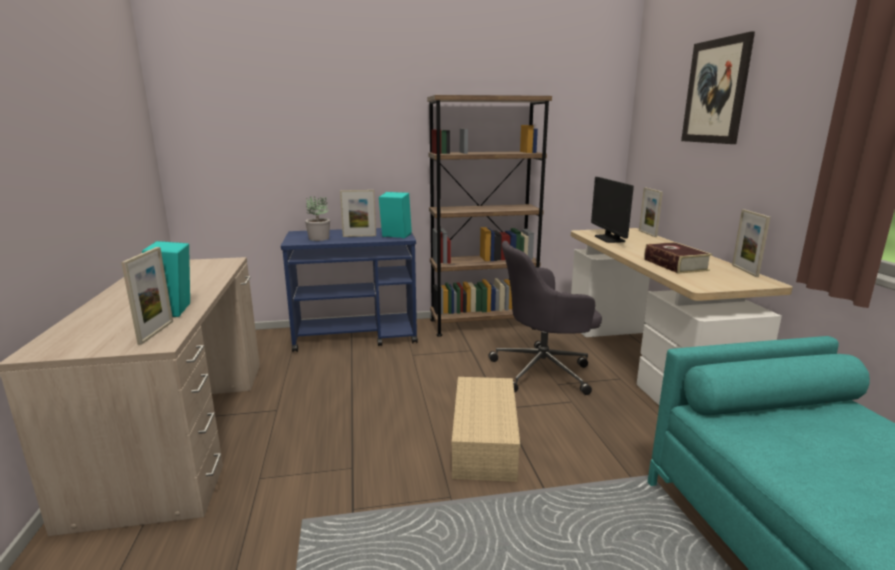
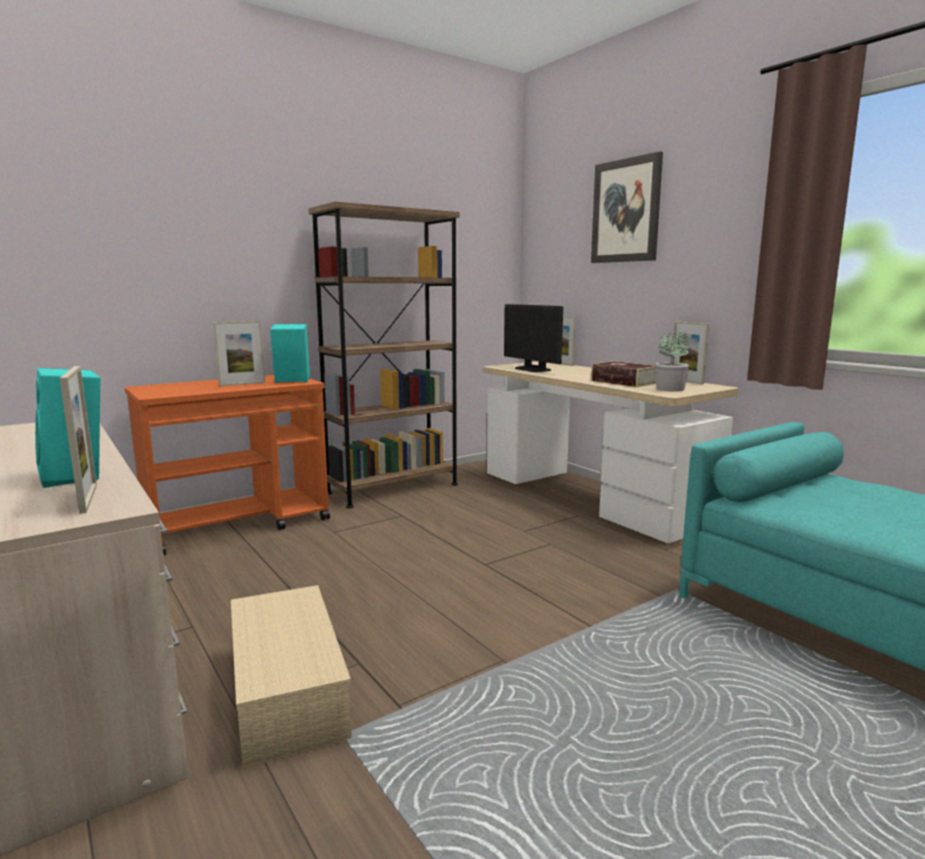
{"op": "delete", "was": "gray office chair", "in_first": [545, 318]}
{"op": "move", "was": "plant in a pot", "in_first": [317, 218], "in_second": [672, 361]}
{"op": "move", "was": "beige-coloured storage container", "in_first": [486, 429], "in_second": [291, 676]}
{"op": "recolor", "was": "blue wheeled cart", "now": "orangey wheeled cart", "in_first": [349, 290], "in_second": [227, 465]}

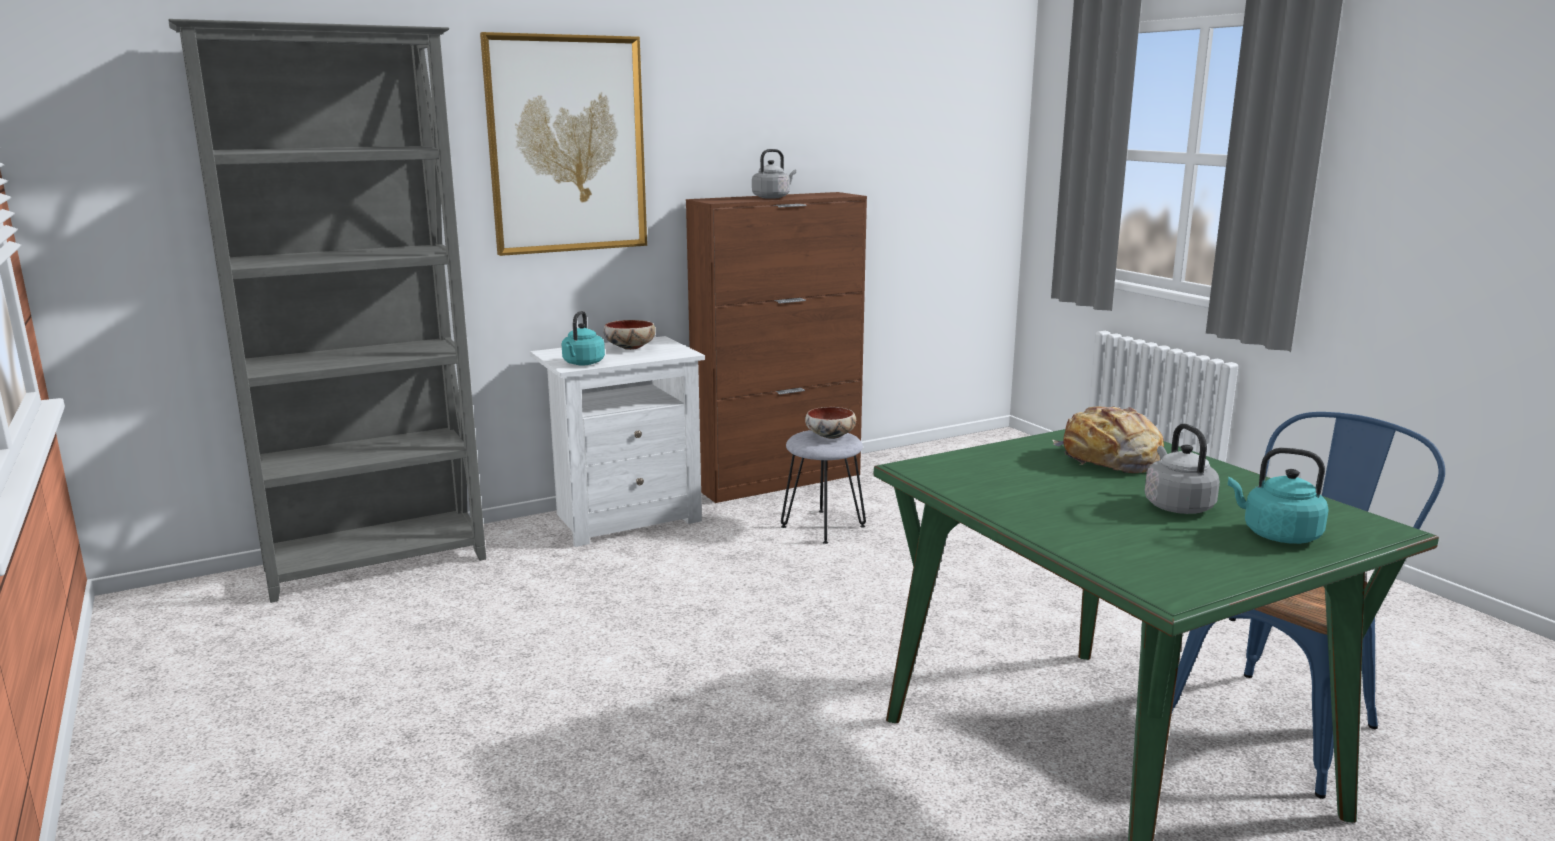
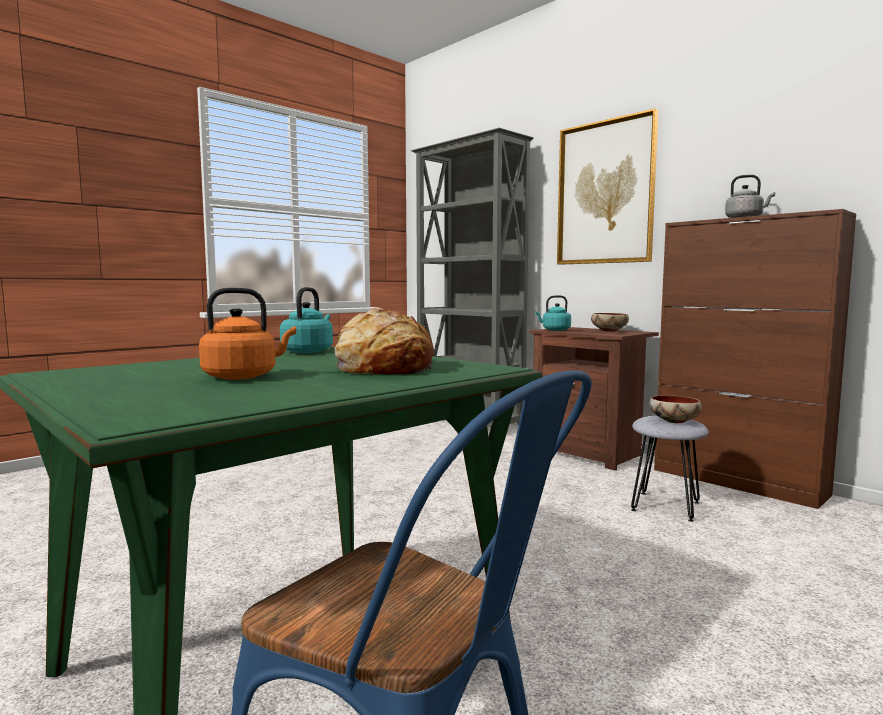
{"op": "move", "was": "turquoise water kettle", "in_first": [1278, 496], "in_second": [306, 320]}
{"op": "recolor", "was": "whitish bedside table", "now": "brownish bedside table", "in_first": [617, 441], "in_second": [594, 399]}
{"op": "recolor", "was": "gray water kettle", "now": "orangey water kettle", "in_first": [1182, 469], "in_second": [247, 334]}

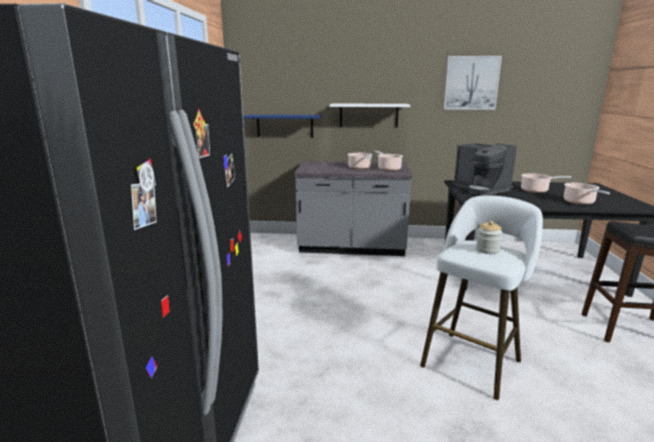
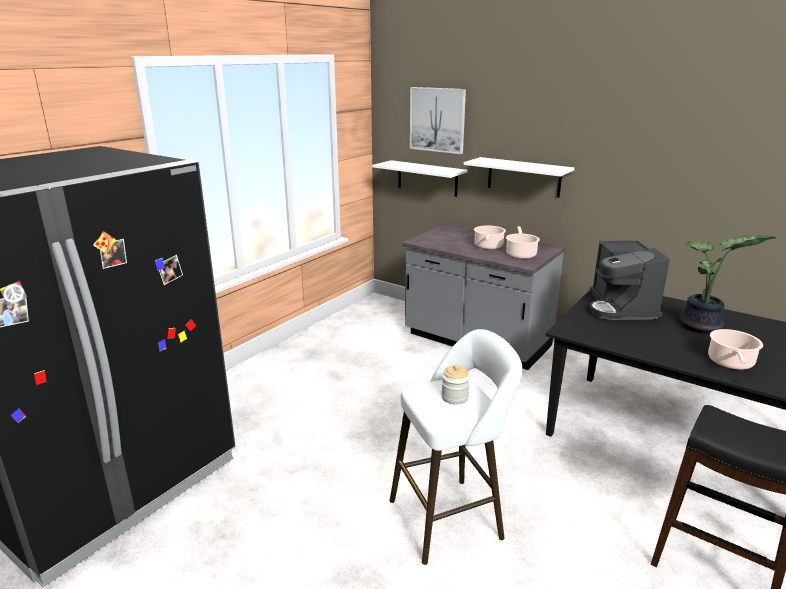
{"op": "move", "was": "picture", "in_first": [473, 83], "in_second": [438, 120]}
{"op": "replace", "was": "saucepot", "now": "plant in a pot", "in_first": [546, 183], "in_second": [728, 284]}
{"op": "recolor", "was": "blue wall shelf", "now": "whitish wall shelf", "in_first": [282, 126], "in_second": [420, 178]}

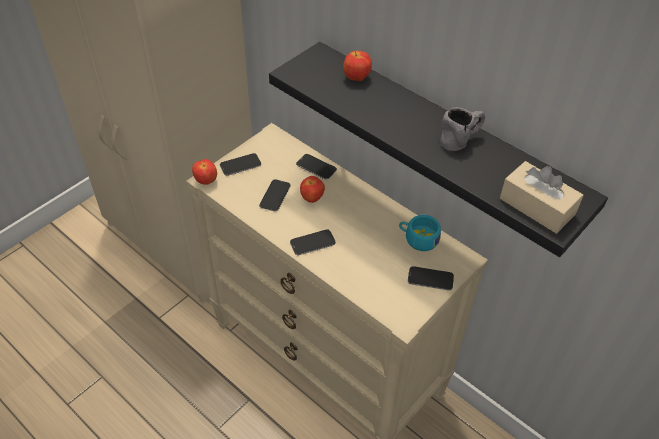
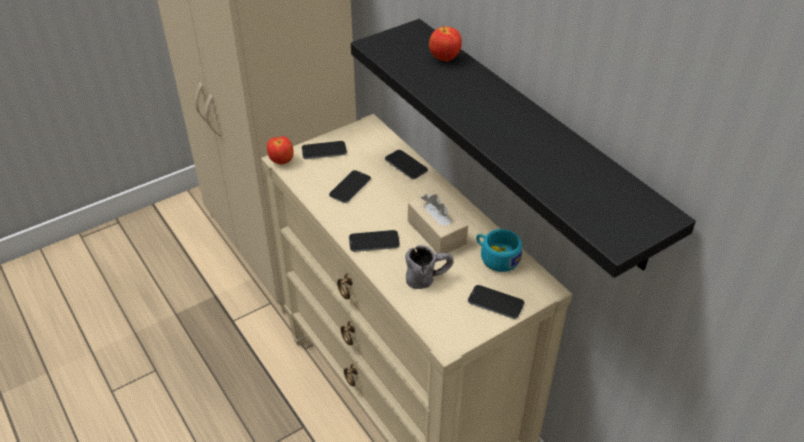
{"op": "delete", "was": "apple fruit", "in_first": [312, 189]}
{"op": "move", "was": "gray tea mug", "in_first": [462, 129], "in_second": [429, 267]}
{"op": "move", "was": "beige-coloured tissue holder", "in_first": [542, 197], "in_second": [438, 222]}

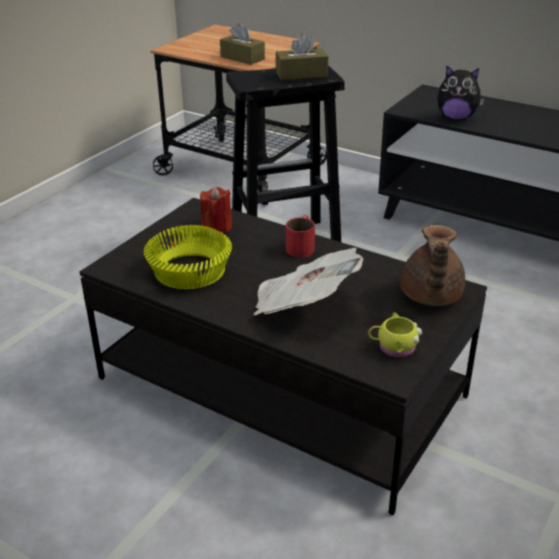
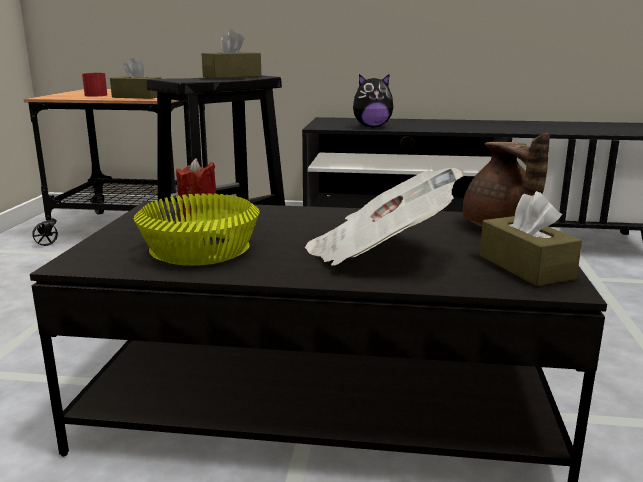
{"op": "move", "was": "red-coloured tea mug", "in_first": [300, 236], "in_second": [94, 85]}
{"op": "replace", "was": "yellow tea mug", "now": "brownish tissue holder", "in_first": [395, 335], "in_second": [531, 238]}

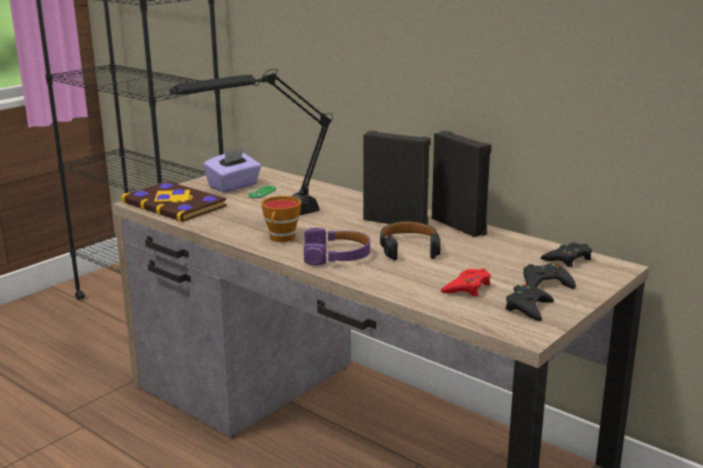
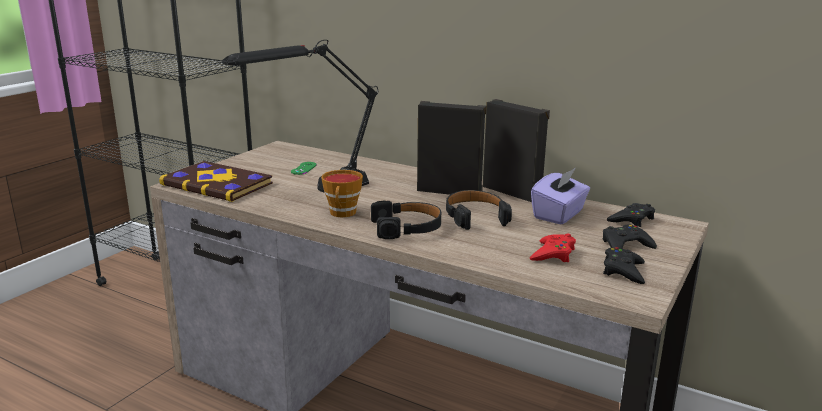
{"op": "move", "was": "purplish tissue holder", "in_first": [232, 170], "in_second": [560, 196]}
{"op": "recolor", "was": "purplish headphones", "now": "black headphones", "in_first": [337, 246], "in_second": [406, 220]}

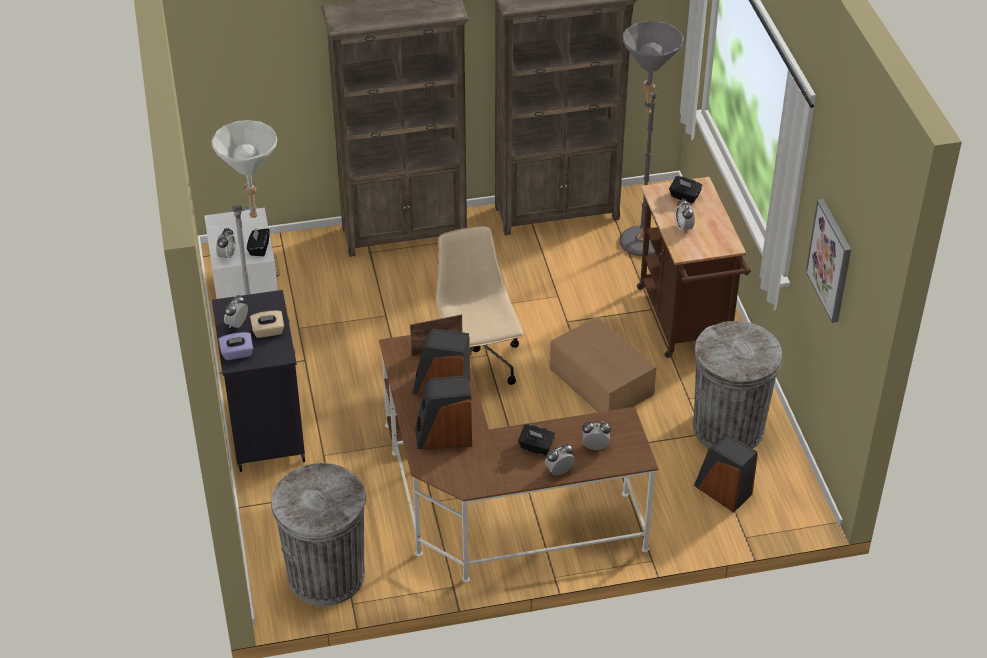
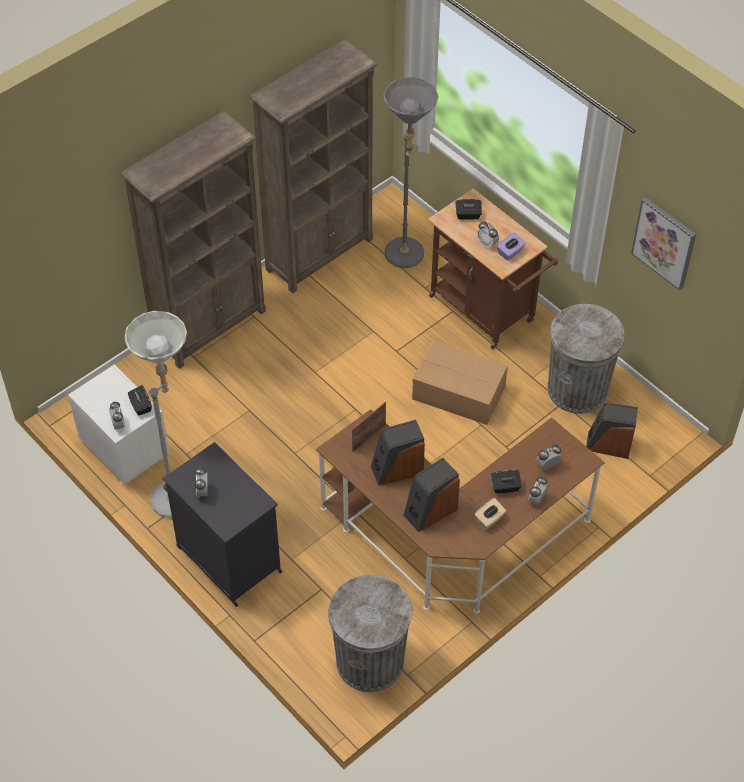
{"op": "delete", "was": "beige-coloured office chair", "in_first": [480, 306]}
{"op": "move", "was": "purplish tissue holder", "in_first": [235, 346], "in_second": [511, 247]}
{"op": "move", "was": "beige-coloured tissue holder", "in_first": [267, 324], "in_second": [490, 514]}

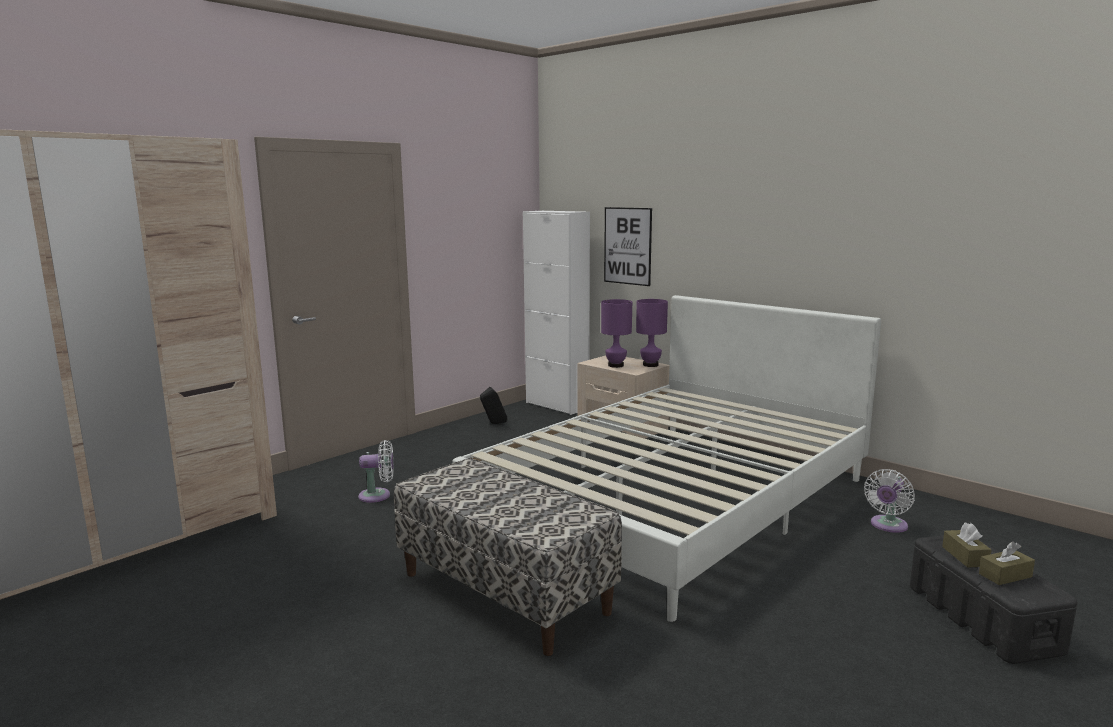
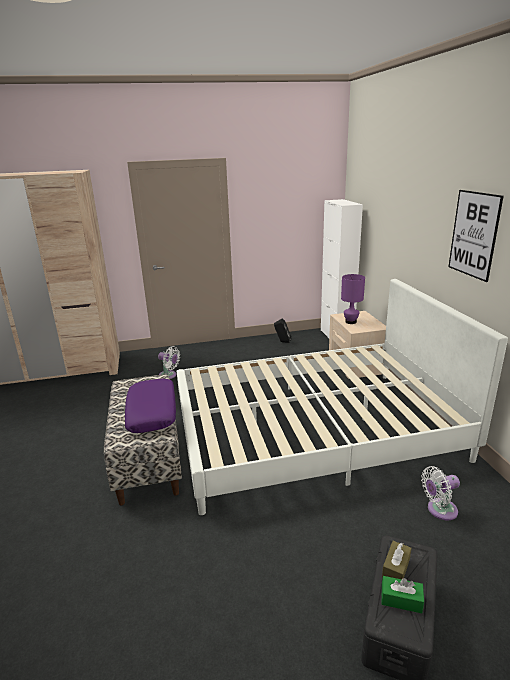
{"op": "delete", "was": "purplish lamp for a table", "in_first": [652, 333]}
{"op": "insert", "now": "purplish cushion", "in_second": [150, 406]}
{"op": "move", "was": "picture", "in_first": [628, 246], "in_second": [476, 236]}
{"op": "recolor", "was": "brownish tissue holder", "now": "green tissue holder", "in_first": [1007, 563], "in_second": [403, 594]}

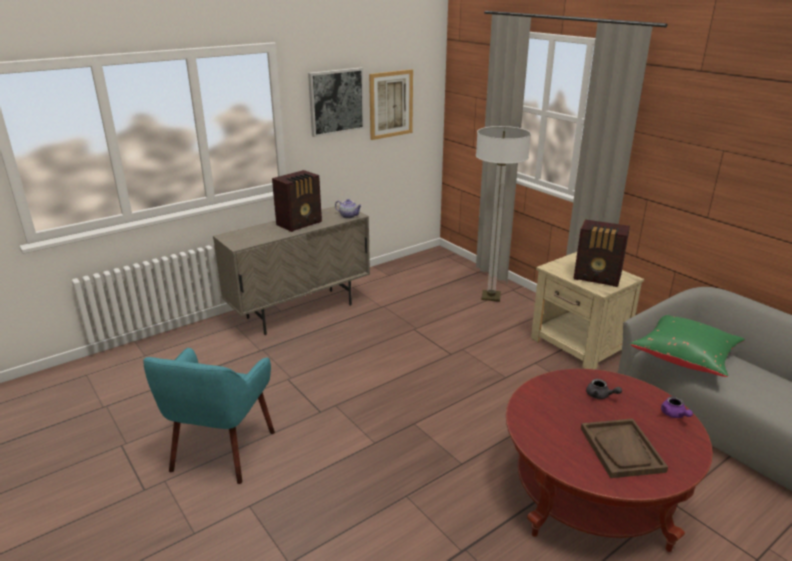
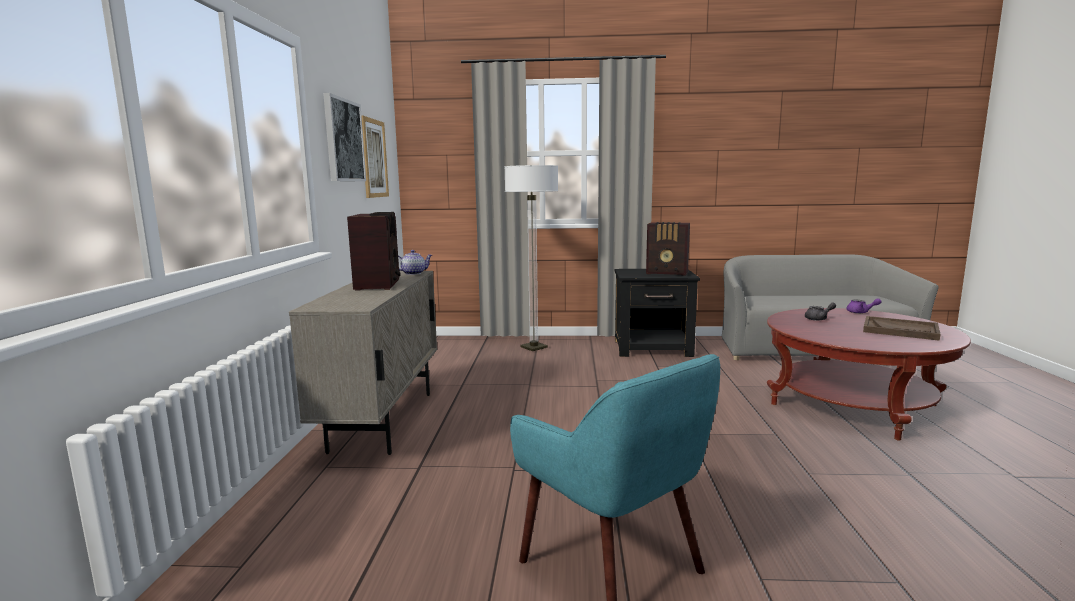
{"op": "delete", "was": "green cushion", "in_first": [687, 346]}
{"op": "recolor", "was": "beige-coloured bedside table", "now": "black bedside table", "in_first": [587, 310], "in_second": [657, 313]}
{"op": "rotate", "was": "radio set", "in_first": [602, 253], "in_second": [668, 249], "clockwise": 45}

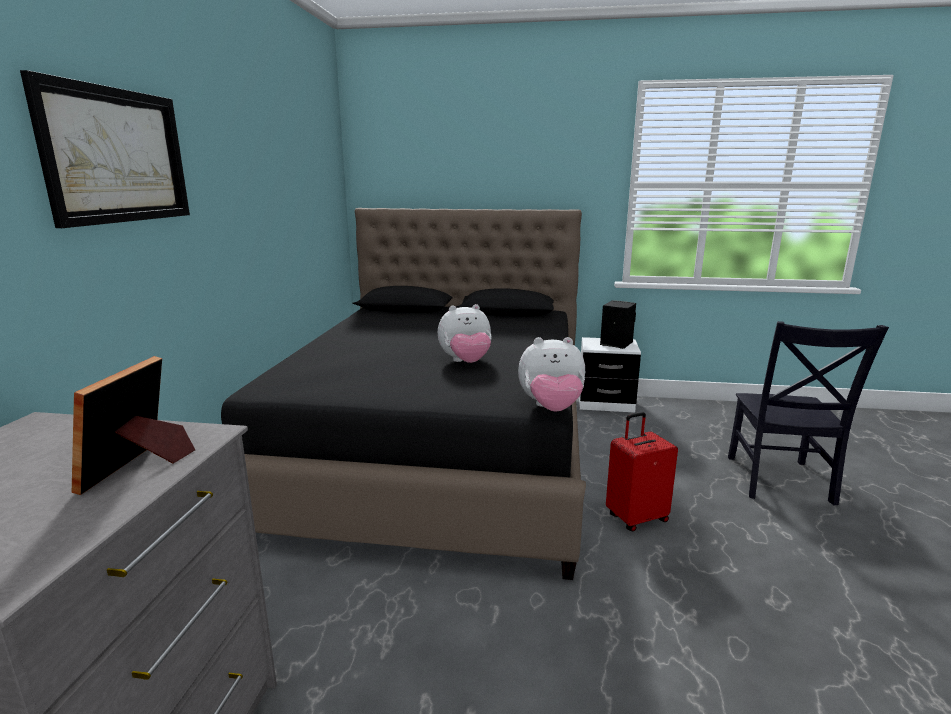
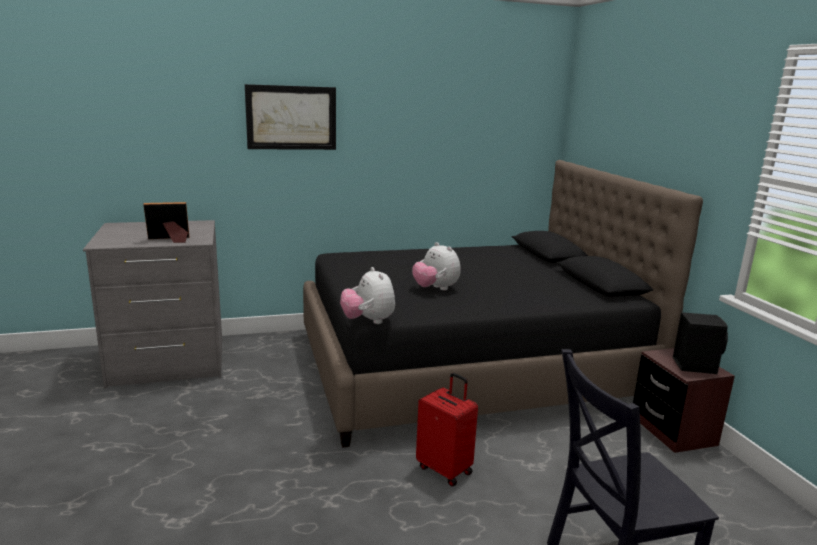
{"op": "recolor", "was": "whitish bedside table", "now": "brownish bedside table", "in_first": [610, 375], "in_second": [684, 400]}

